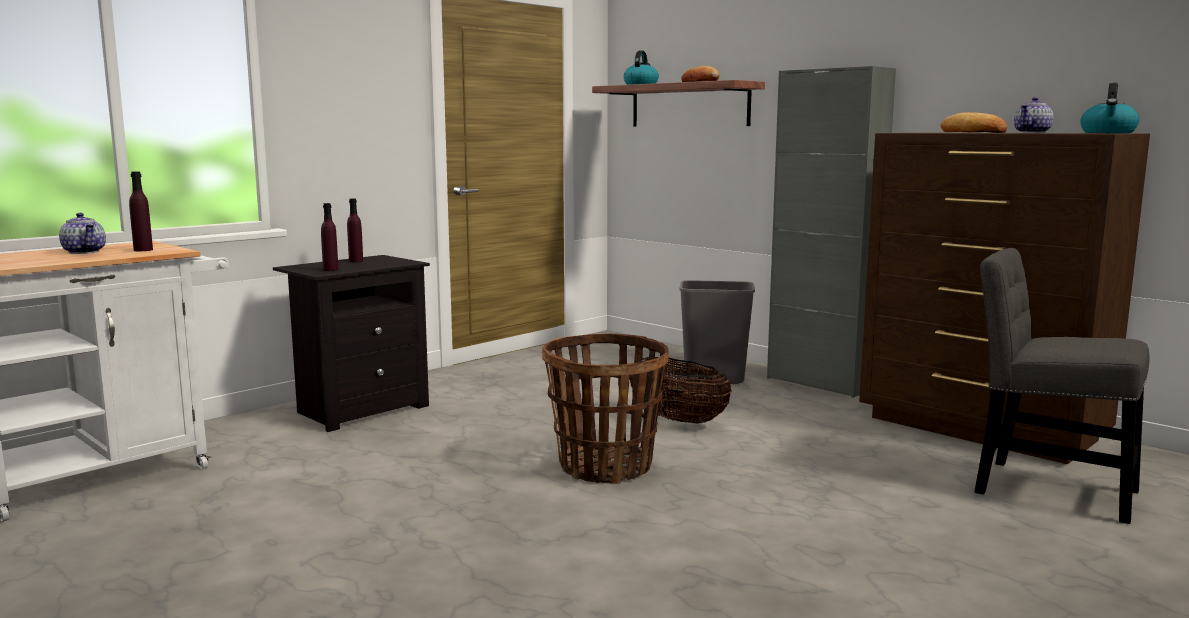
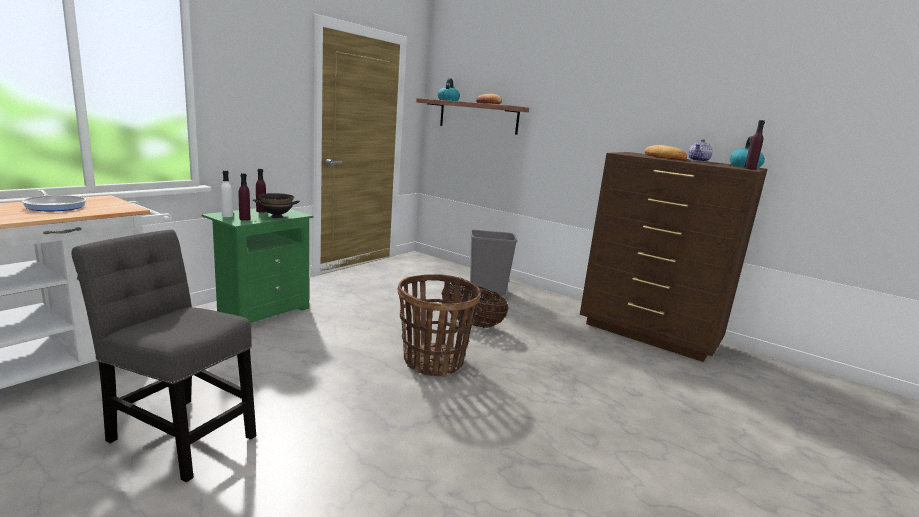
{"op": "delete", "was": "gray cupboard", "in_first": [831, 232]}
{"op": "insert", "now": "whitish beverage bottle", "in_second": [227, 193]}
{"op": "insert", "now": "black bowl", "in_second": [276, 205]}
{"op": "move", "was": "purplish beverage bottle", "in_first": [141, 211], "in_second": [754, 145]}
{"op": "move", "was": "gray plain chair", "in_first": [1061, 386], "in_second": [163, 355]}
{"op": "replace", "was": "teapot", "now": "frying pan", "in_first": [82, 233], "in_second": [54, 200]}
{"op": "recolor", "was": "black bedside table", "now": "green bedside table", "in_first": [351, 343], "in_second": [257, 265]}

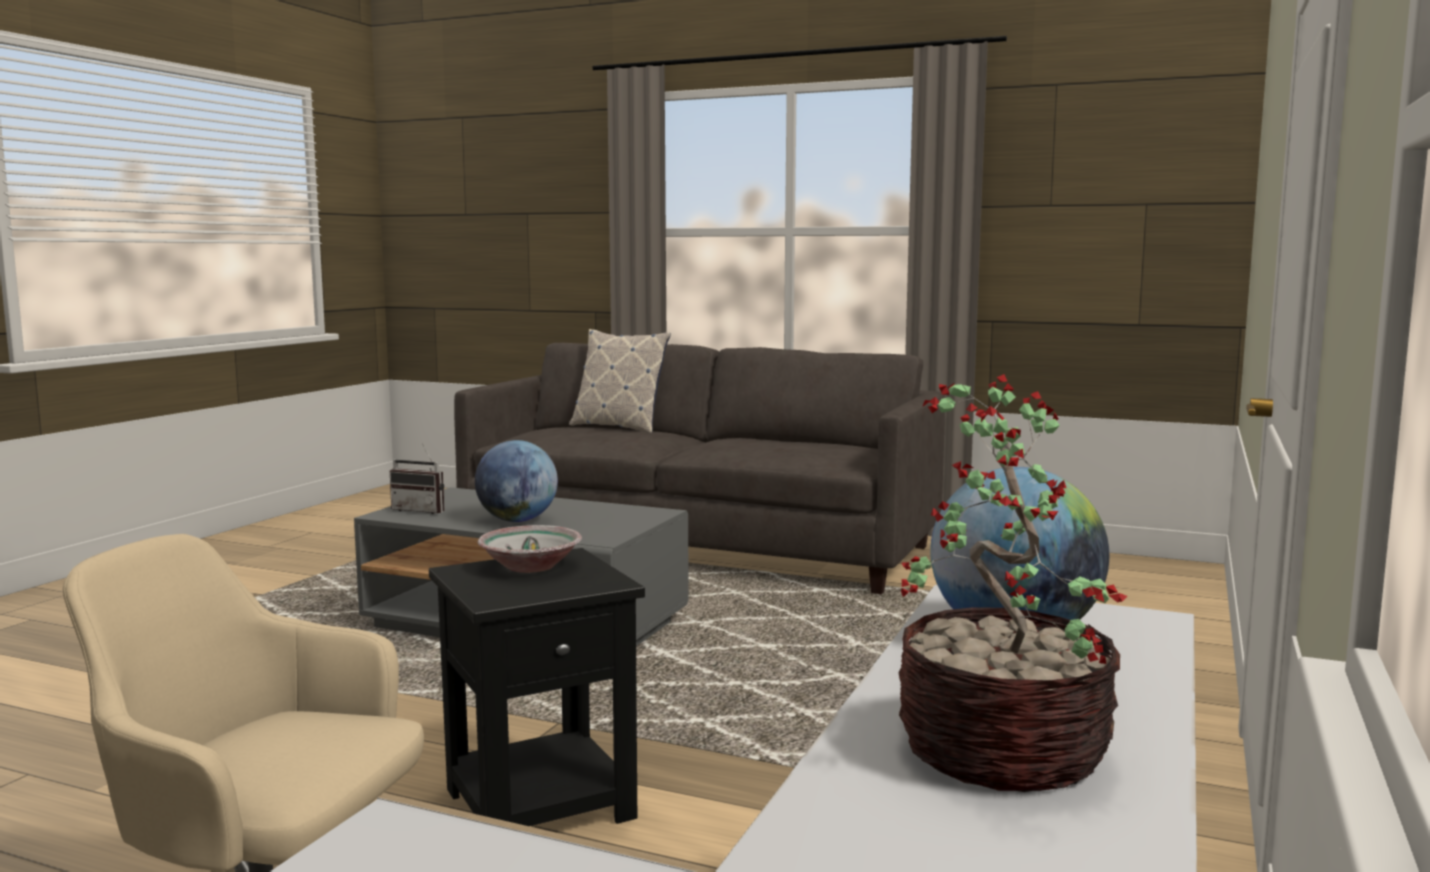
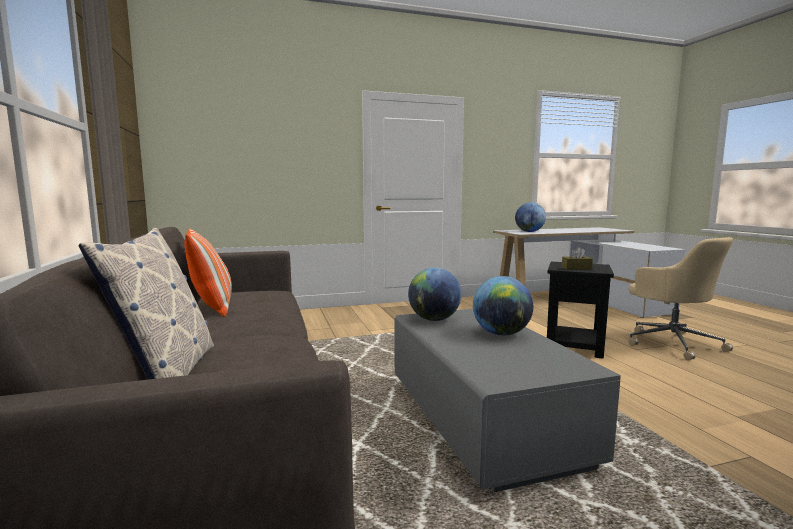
{"op": "delete", "was": "radio set", "in_first": [417, 479]}
{"op": "delete", "was": "plant in a pot", "in_first": [1012, 583]}
{"op": "insert", "now": "cushion", "in_second": [208, 272]}
{"op": "insert", "now": "globe", "in_second": [435, 294]}
{"op": "replace", "was": "bowl", "now": "brownish tissue holder", "in_first": [530, 549], "in_second": [577, 258]}

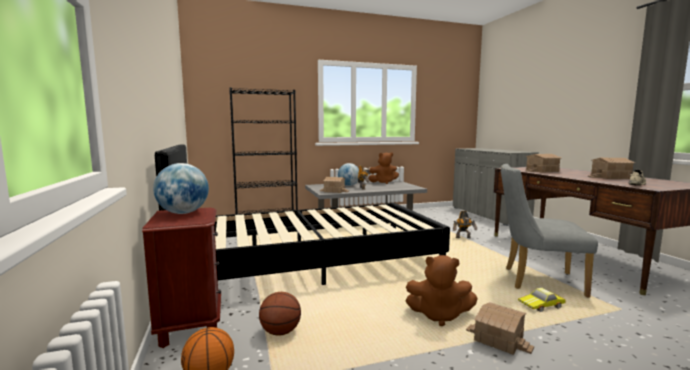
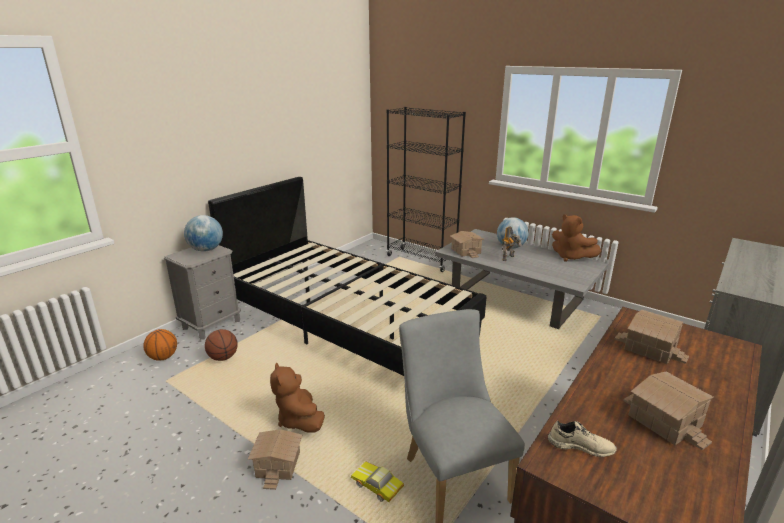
{"op": "delete", "was": "model robot", "in_first": [465, 224]}
{"op": "recolor", "was": "brownish bedside table", "now": "gray bedside table", "in_first": [181, 278], "in_second": [202, 292]}

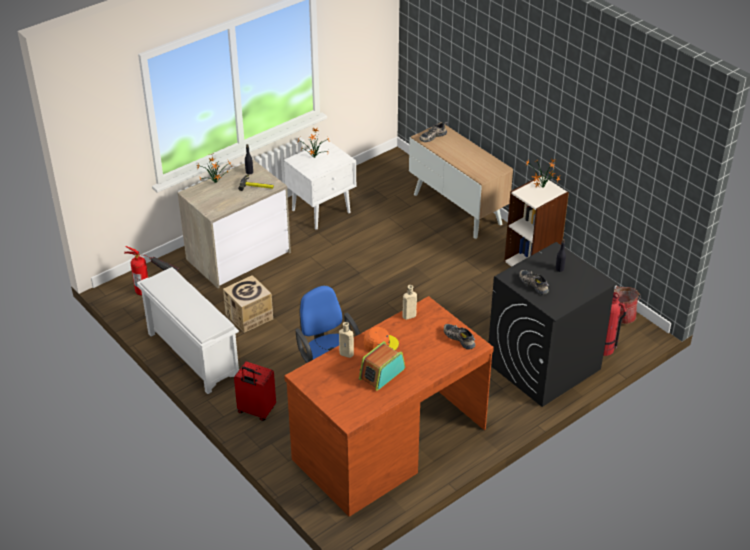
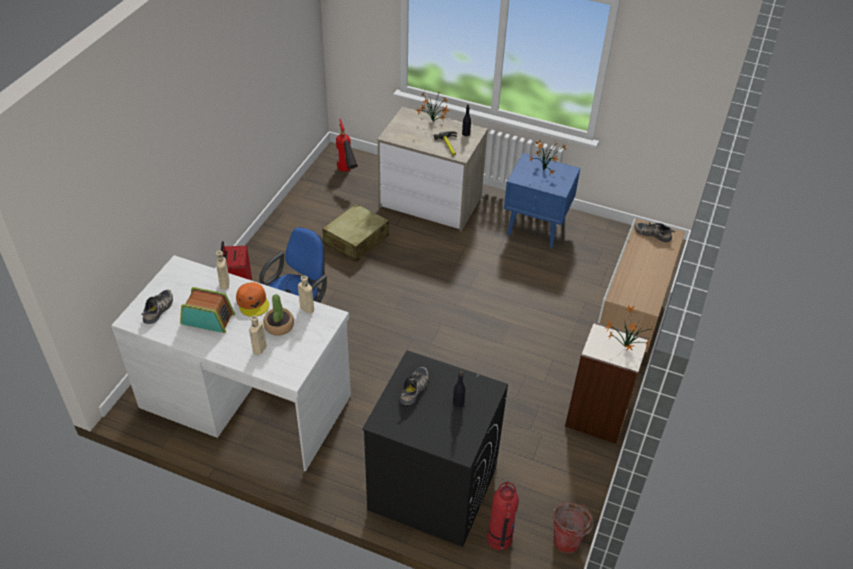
{"op": "delete", "was": "whitish shoe shelf", "in_first": [188, 330]}
{"op": "insert", "now": "beige-coloured beverage bottle", "in_second": [258, 335]}
{"op": "insert", "now": "plant in a pot", "in_second": [278, 315]}
{"op": "move", "was": "low shoe", "in_first": [460, 337], "in_second": [157, 307]}
{"op": "replace", "was": "carton", "now": "beige-coloured suitcase", "in_first": [248, 304], "in_second": [355, 233]}
{"op": "recolor", "was": "whitish bedside table", "now": "blue bedside table", "in_first": [320, 184], "in_second": [542, 200]}
{"op": "recolor", "was": "brownish desk unit", "now": "whitish desk unit", "in_first": [389, 406], "in_second": [231, 363]}

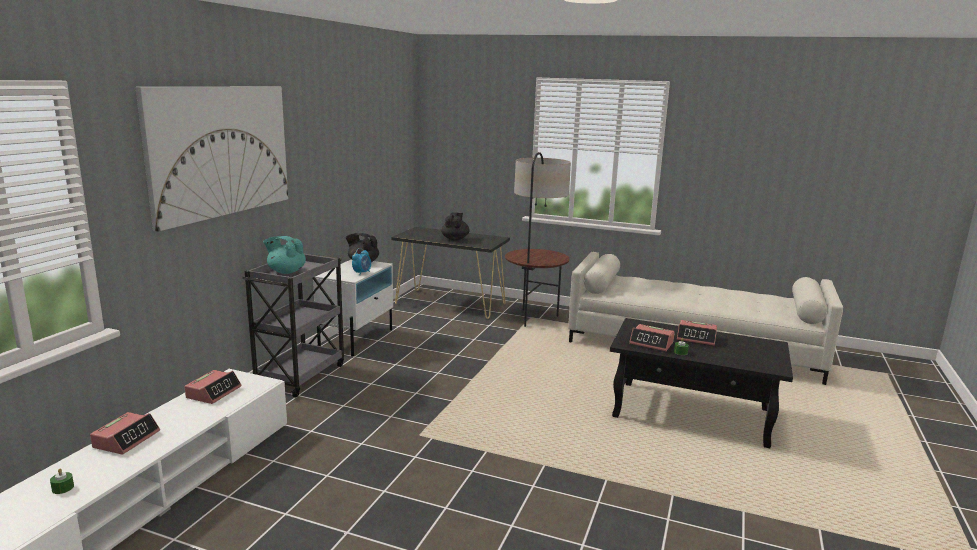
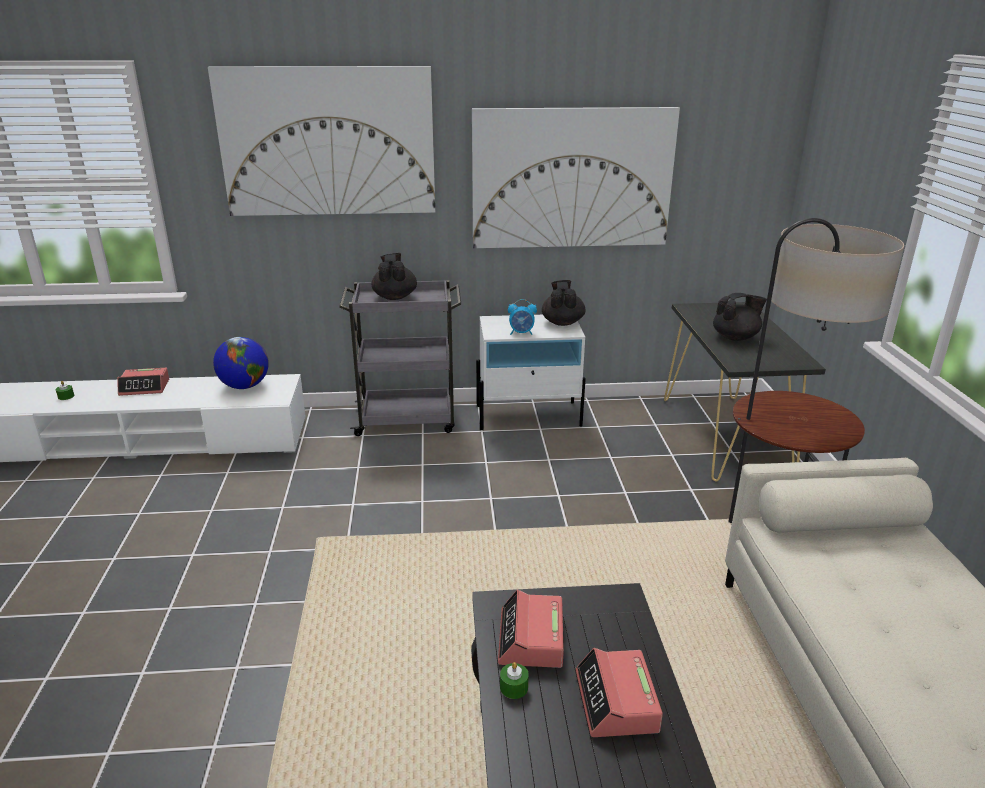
{"op": "insert", "now": "picture", "in_second": [576, 177]}
{"op": "replace", "was": "bedside clock", "now": "globe", "in_first": [213, 387], "in_second": [241, 363]}
{"op": "recolor", "was": "turquoise teapot", "now": "black teapot", "in_first": [284, 255], "in_second": [394, 276]}

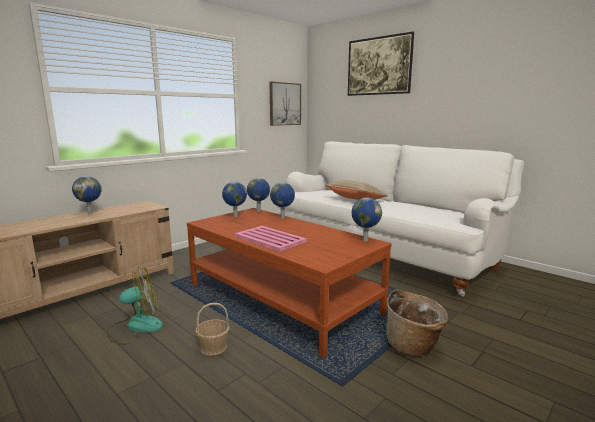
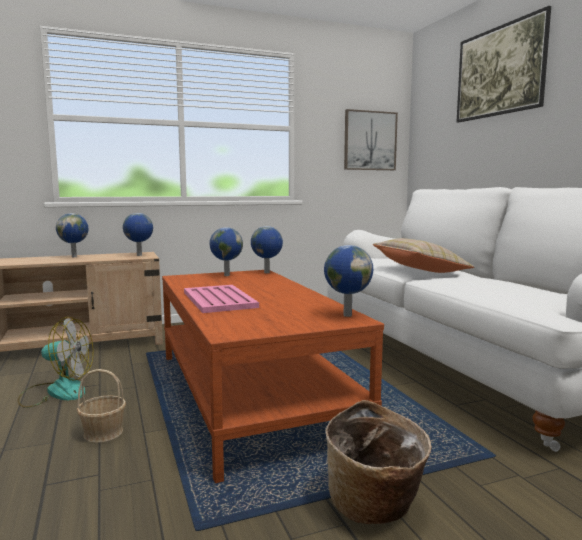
{"op": "move", "was": "globe", "in_first": [282, 200], "in_second": [138, 234]}

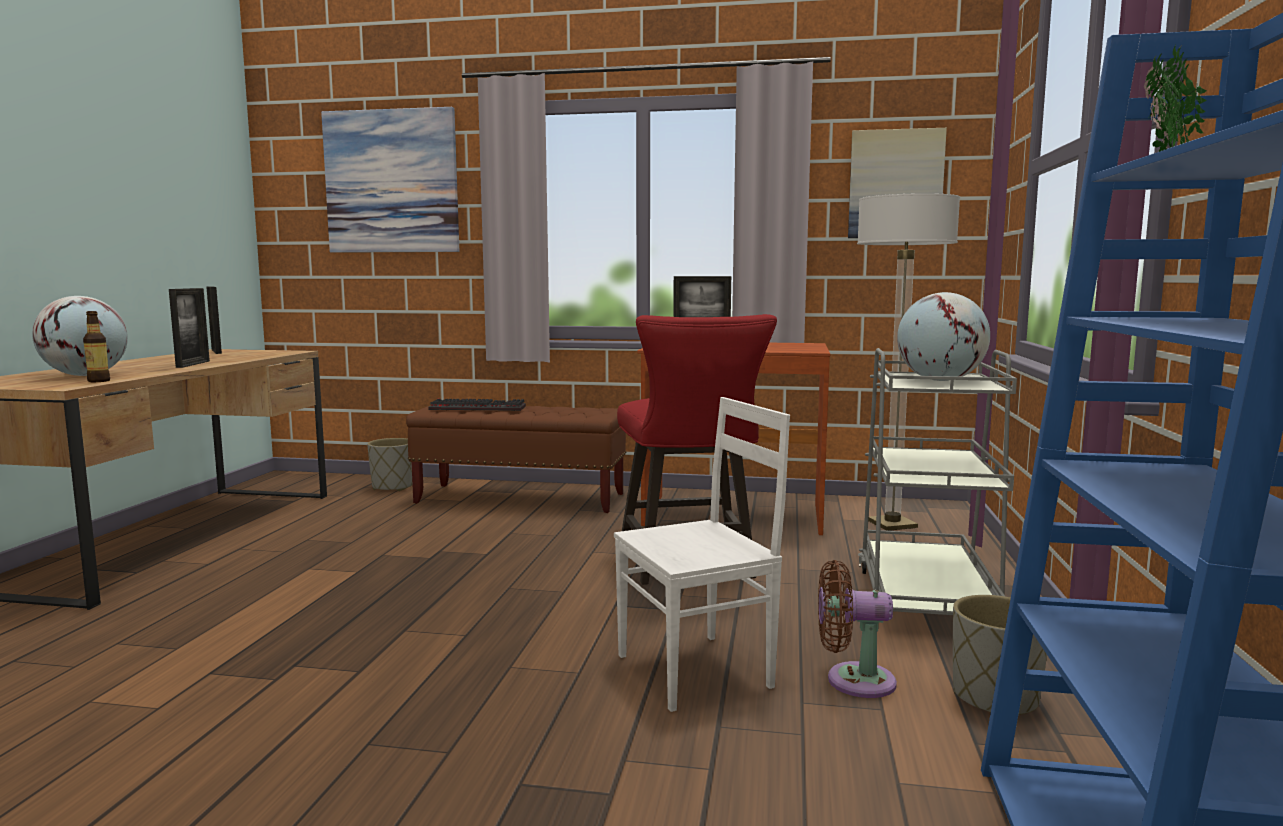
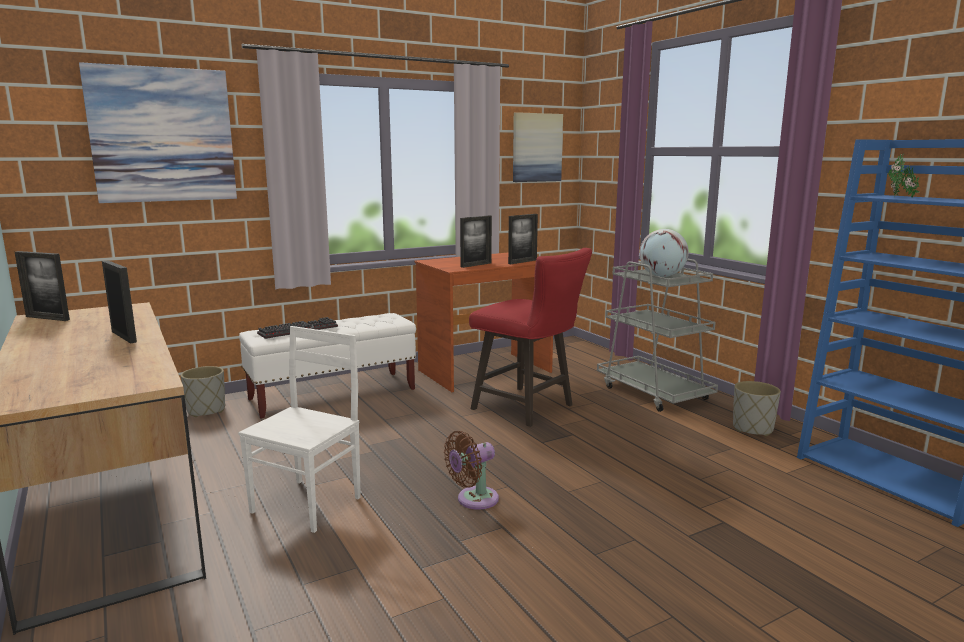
{"op": "delete", "was": "globe", "in_first": [80, 336]}
{"op": "delete", "was": "beverage bottle", "in_first": [96, 346]}
{"op": "delete", "was": "floor lamp", "in_first": [908, 362]}
{"op": "insert", "now": "picture frame", "in_second": [523, 239]}
{"op": "move", "was": "whitish plain chair", "in_first": [702, 554], "in_second": [299, 429]}
{"op": "move", "was": "brownish fan", "in_first": [857, 629], "in_second": [471, 470]}
{"op": "recolor", "was": "brownish indoor bench", "now": "whitish indoor bench", "in_first": [516, 459], "in_second": [327, 365]}

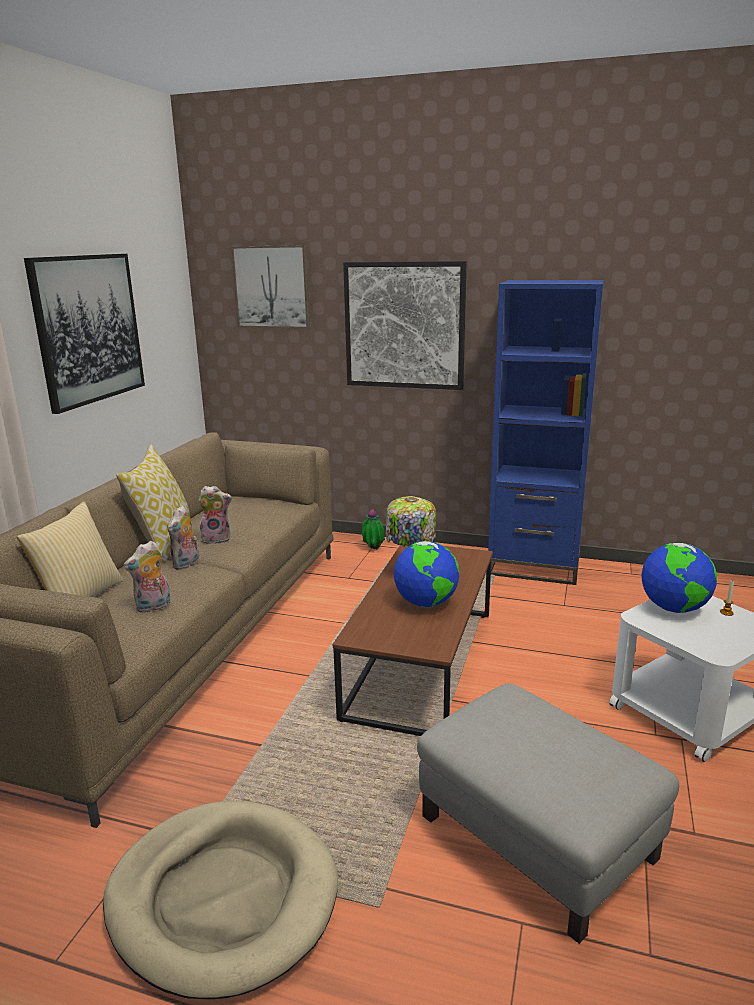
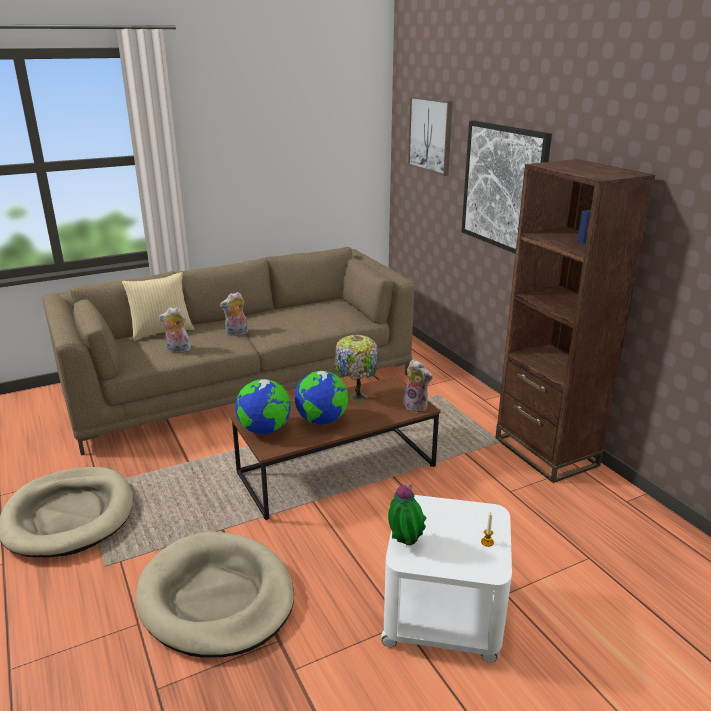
{"op": "delete", "was": "picture", "in_first": [84, 334]}
{"op": "delete", "was": "cushion", "in_first": [154, 504]}
{"op": "move", "was": "plush toy", "in_first": [215, 515], "in_second": [418, 386]}
{"op": "move", "was": "plant in a pot", "in_first": [373, 529], "in_second": [407, 514]}
{"op": "move", "was": "globe", "in_first": [679, 578], "in_second": [263, 406]}
{"op": "replace", "was": "gray footrest", "now": "beige-coloured pet bed", "in_first": [548, 813], "in_second": [214, 595]}
{"op": "recolor", "was": "blue bookcase", "now": "brownish bookcase", "in_first": [546, 432], "in_second": [575, 321]}

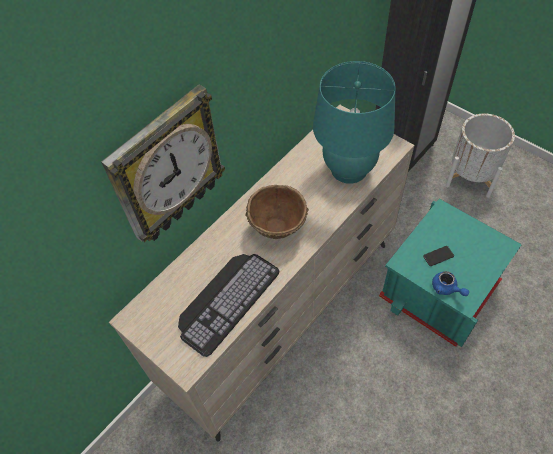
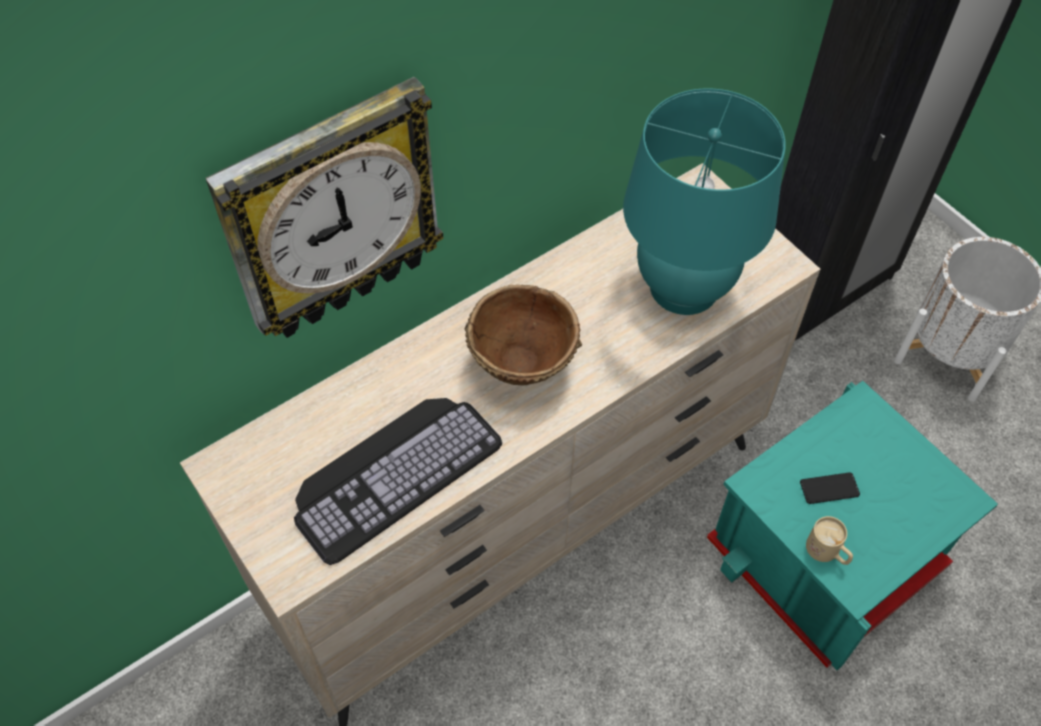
{"op": "replace", "was": "blue teapot", "now": "beige-coloured tea mug", "in_first": [450, 283], "in_second": [829, 540]}

